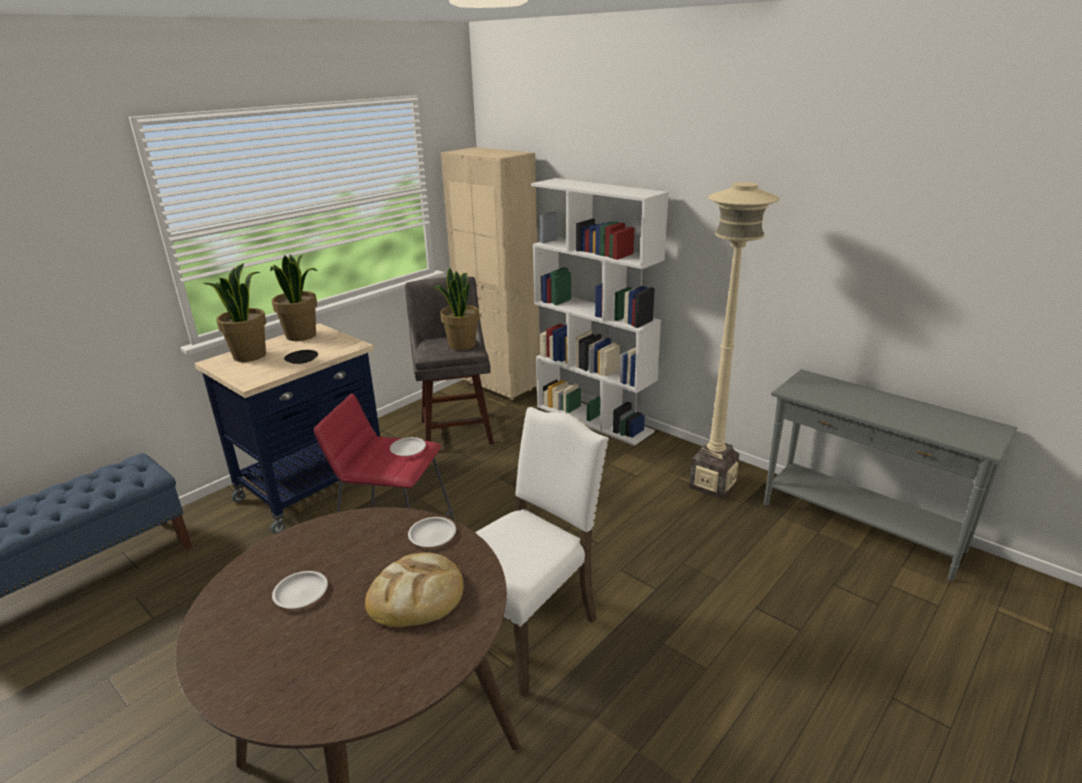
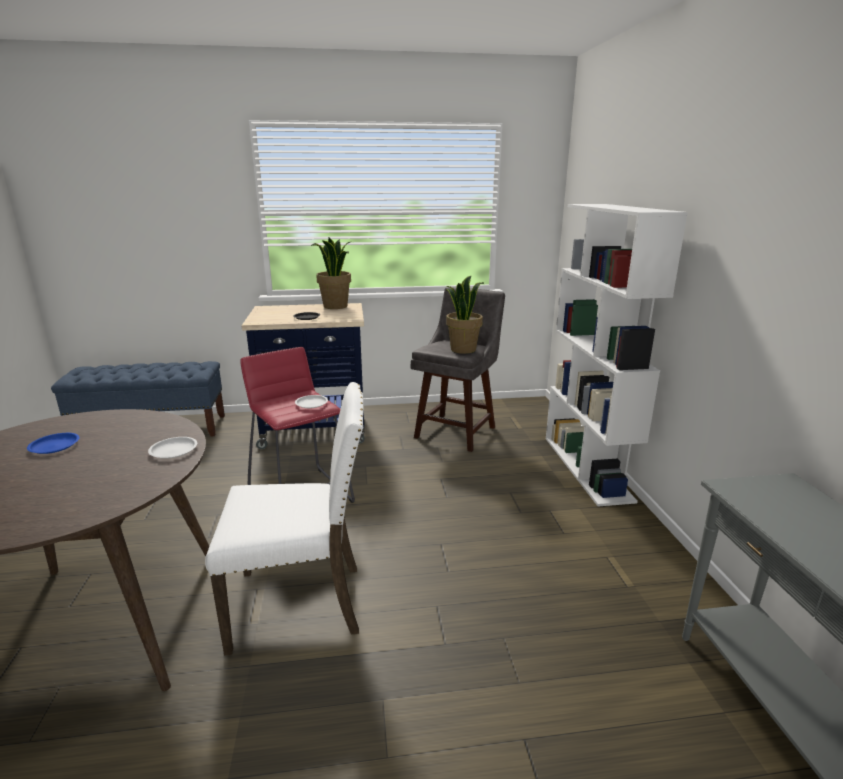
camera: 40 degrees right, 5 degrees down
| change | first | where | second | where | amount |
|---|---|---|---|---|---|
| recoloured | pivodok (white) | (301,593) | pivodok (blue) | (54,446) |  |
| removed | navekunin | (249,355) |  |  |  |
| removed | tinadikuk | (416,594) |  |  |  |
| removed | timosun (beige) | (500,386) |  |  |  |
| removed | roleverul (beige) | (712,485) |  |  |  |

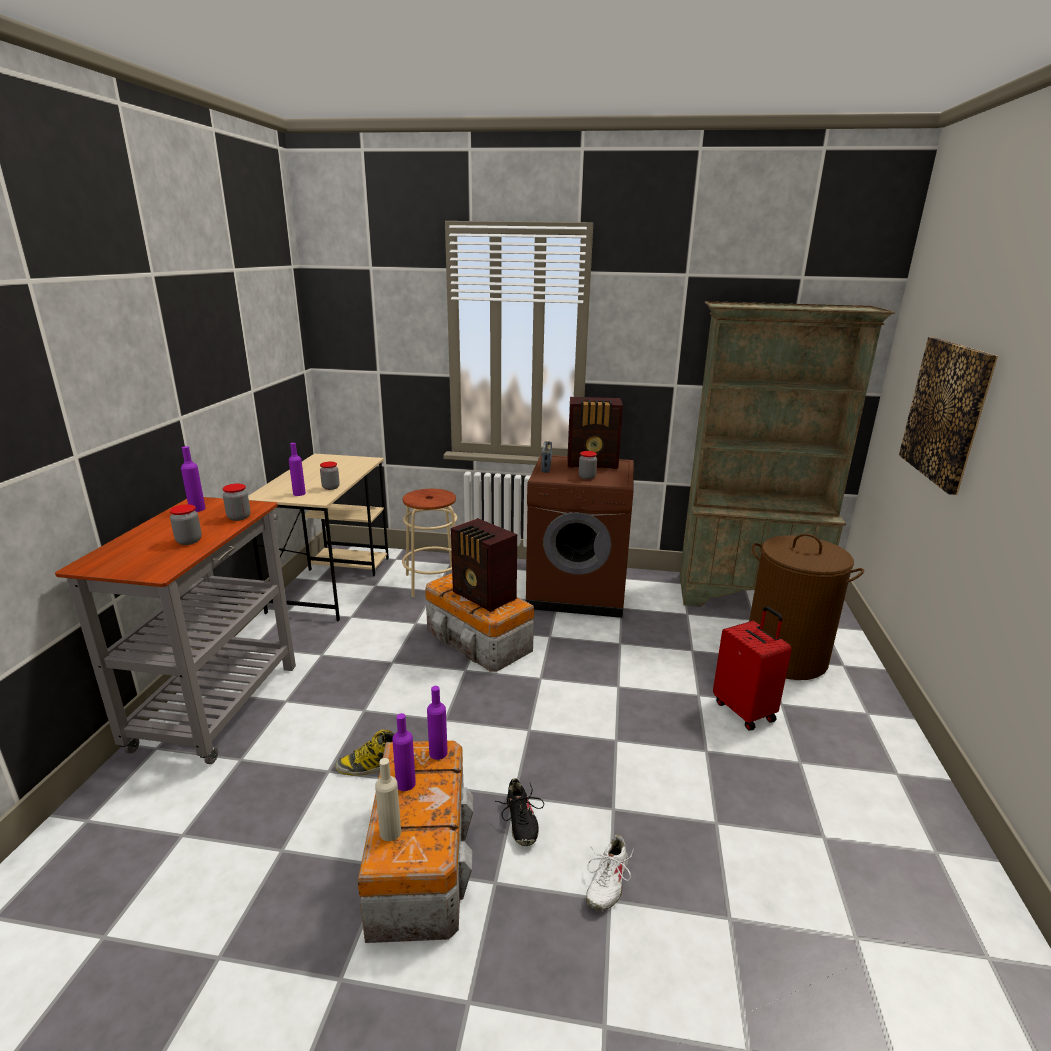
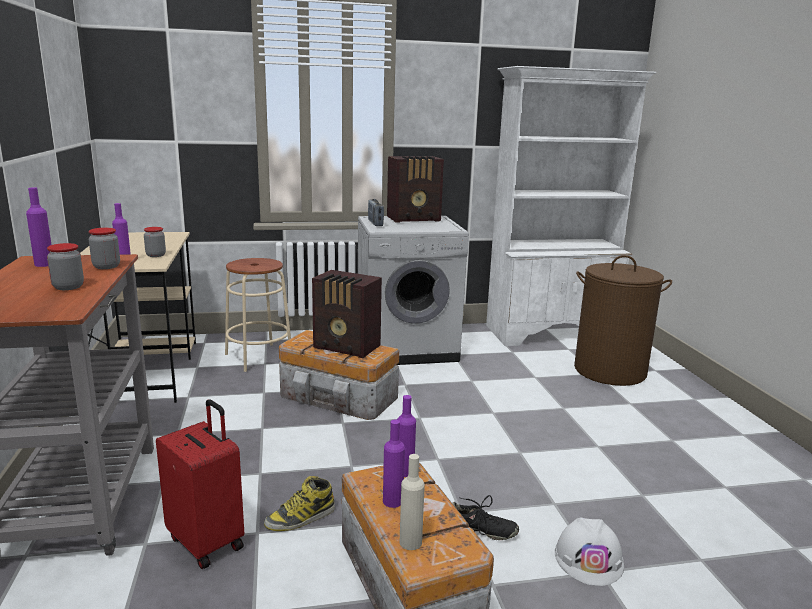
camera: 20 degrees left, 5 degrees down
| change | first | where | second | where | amount |
|---|---|---|---|---|---|
| moved | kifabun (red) | (745,710) |  | (208,541) |  |
| recoloured | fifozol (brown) | (577,594) | fifozol (white) | (407,349) |  |
| turned | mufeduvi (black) | (520,821) |  | (481,531) | 45 degrees counterclockwise |
| recoloured | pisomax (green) | (747,594) | pisomax (white) | (550,332) |  |
| replaced | mufeduvi (white) | (607,882) | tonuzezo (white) | (589,559) |  |
| removed | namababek | (587,477) |  |  |  |
| removed | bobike | (946,412) |  |  |  |

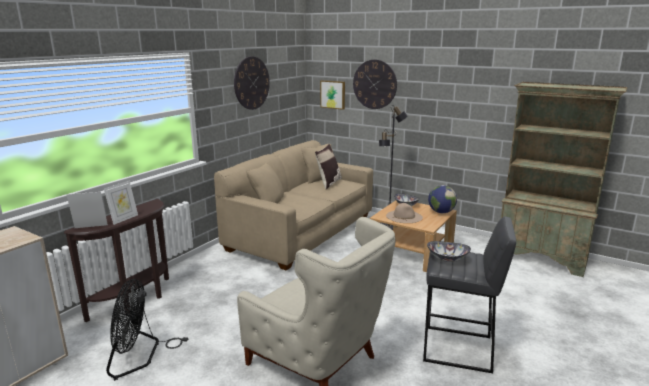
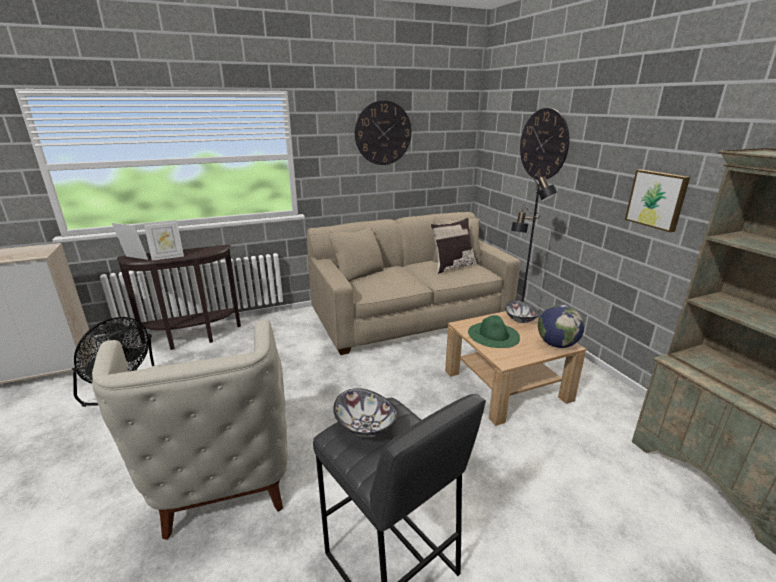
camera: 35 degrees right, 5 degrees up
| change | first | where | second | where | amount |
|---|---|---|---|---|---|
| recoloured | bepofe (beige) | (404,216) | bepofe (green) | (494,334) |  |
| moved | bobike | (333,94) |  | (657,199) |  |

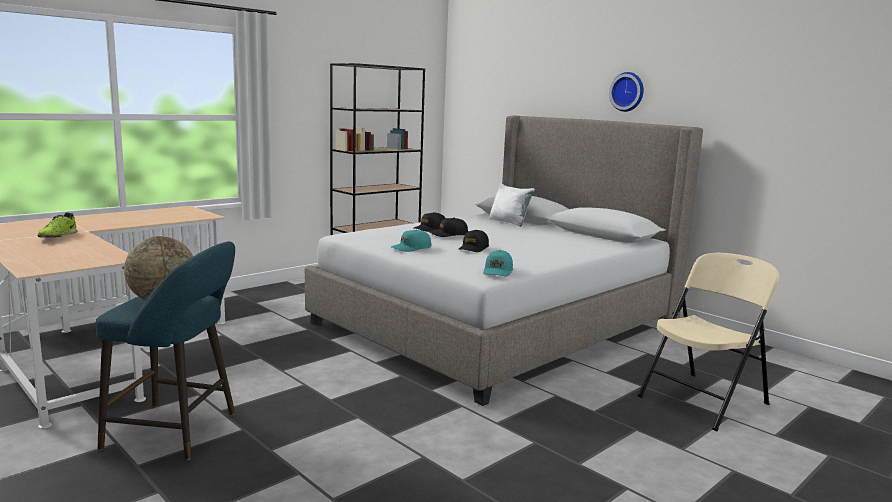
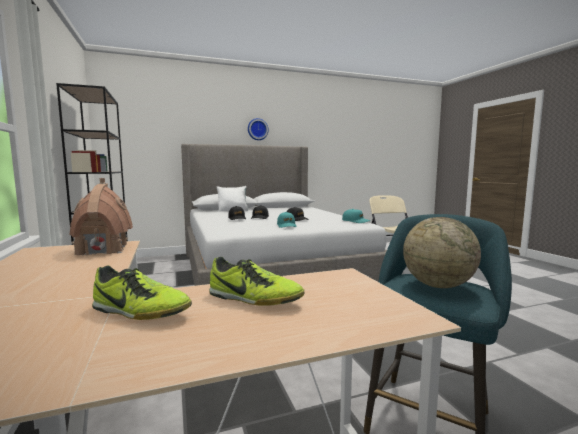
camera: 65 degrees left, 5 degrees down
| change | first | where | second | where | amount |
|---|---|---|---|---|---|
| added |  |  | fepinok | (102,249) |  |
| added |  |  | mufeduvi | (254,299) |  |

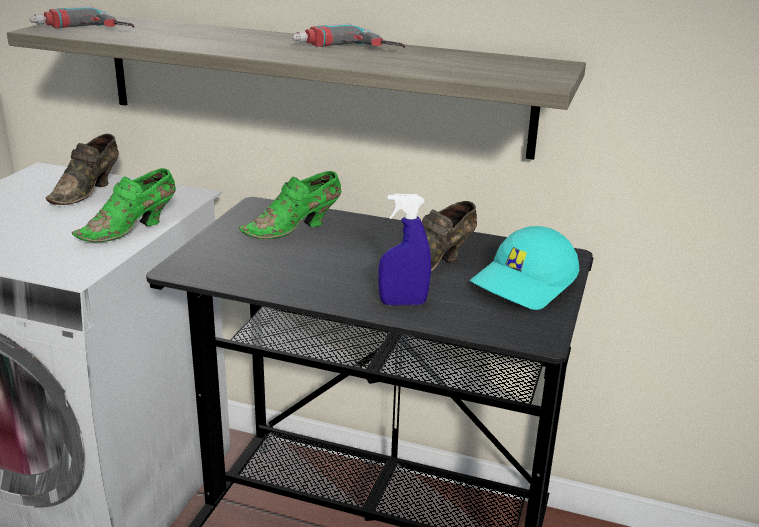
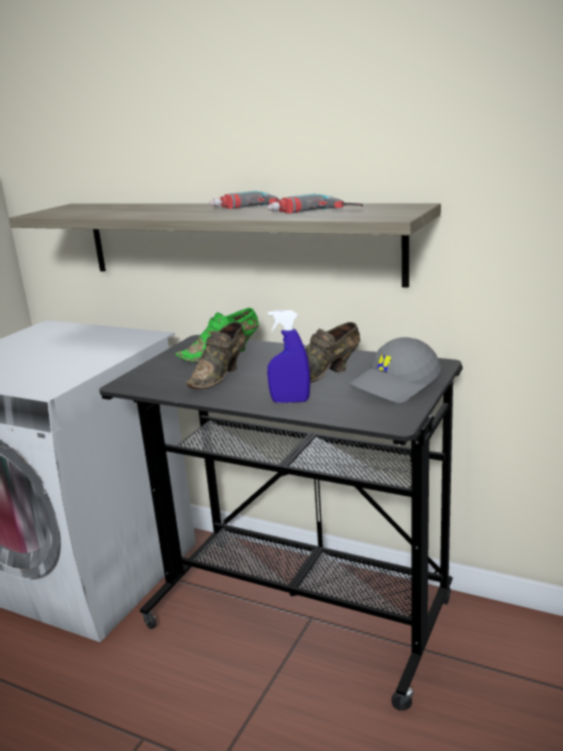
camera: 10 degrees right, 5 degrees down
| change | first | where | second | where | amount |
|---|---|---|---|---|---|
| moved | mufeduvi (brown) | (88,191) |  | (220,375) |  |
| moved | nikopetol | (81,30) |  | (313,213) |  |
| recoloured | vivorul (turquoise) | (525,284) | vivorul (grey) | (395,385) |  |
| removed | mufeduvi (green) | (132,229) |  |  |  |

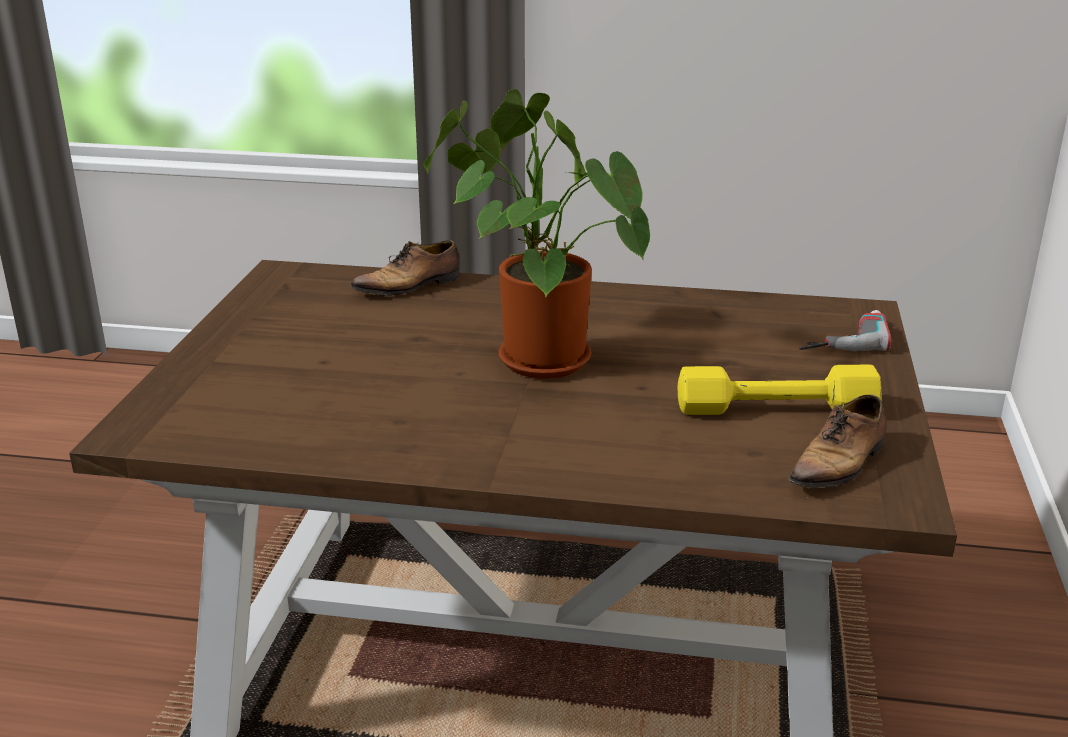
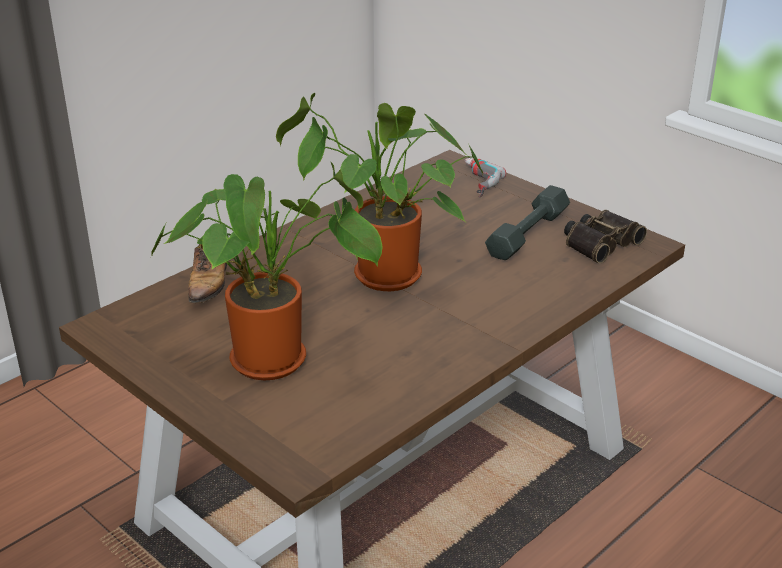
camera: 55 degrees left, 5 degrees up
| change | first | where | second | where | amount |
|---|---|---|---|---|---|
| added |  |  | navekunin | (277,359) |  |
| recoloured | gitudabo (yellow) | (776,409) | gitudabo (grey) | (528,233) |  |
| replaced | mufeduvi | (839,464) | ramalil | (599,242) |  |

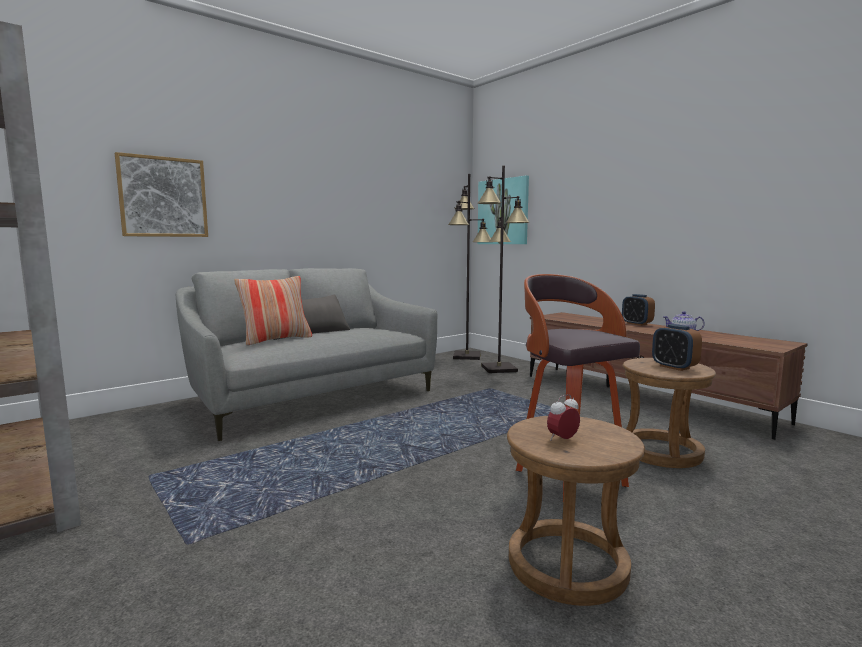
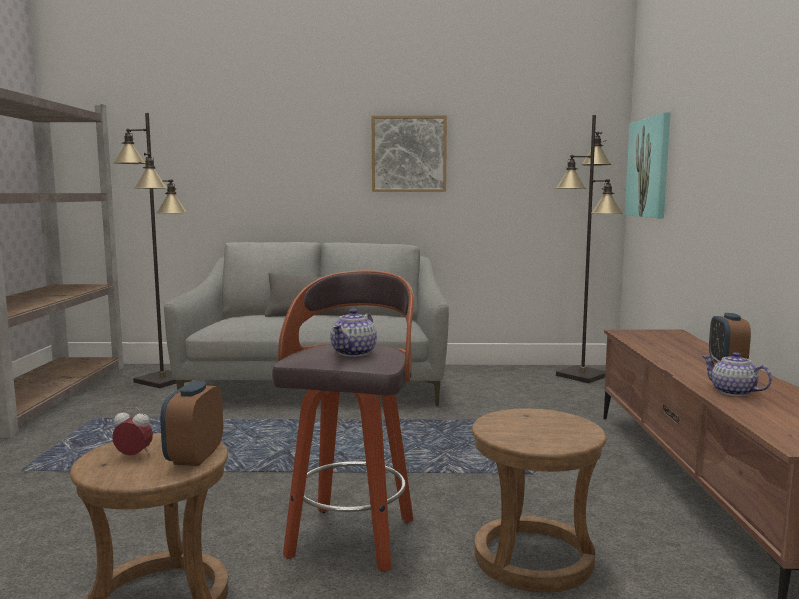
camera: 40 degrees right, 0 degrees up
| change | first | where | second | where | amount |
|---|---|---|---|---|---|
| moved | roleverul (black) | (498,368) |  | (162,380) |  |
| moved | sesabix | (674,367) |  | (194,457) |  |
| added |  |  | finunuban | (354,353) |  |
| moved | bobike | (163,197) |  | (409,154) |  |
| removed | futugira | (276,340) |  |  |  |

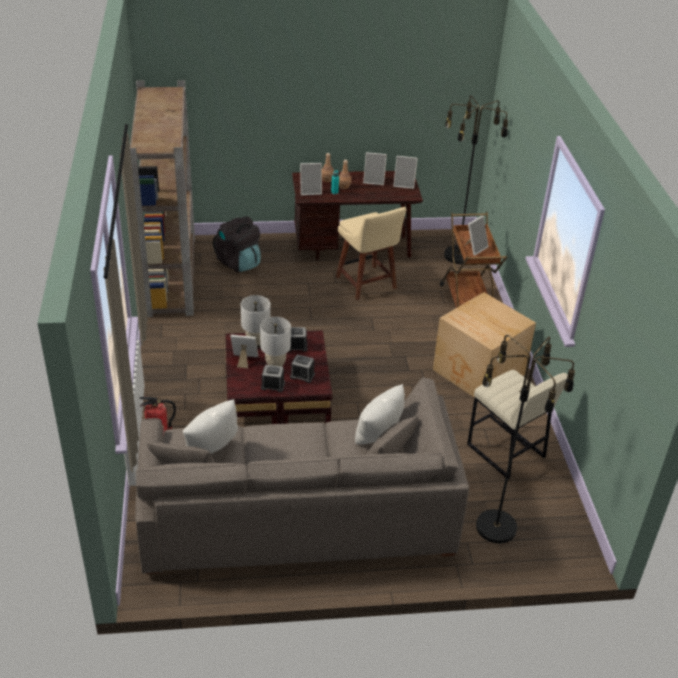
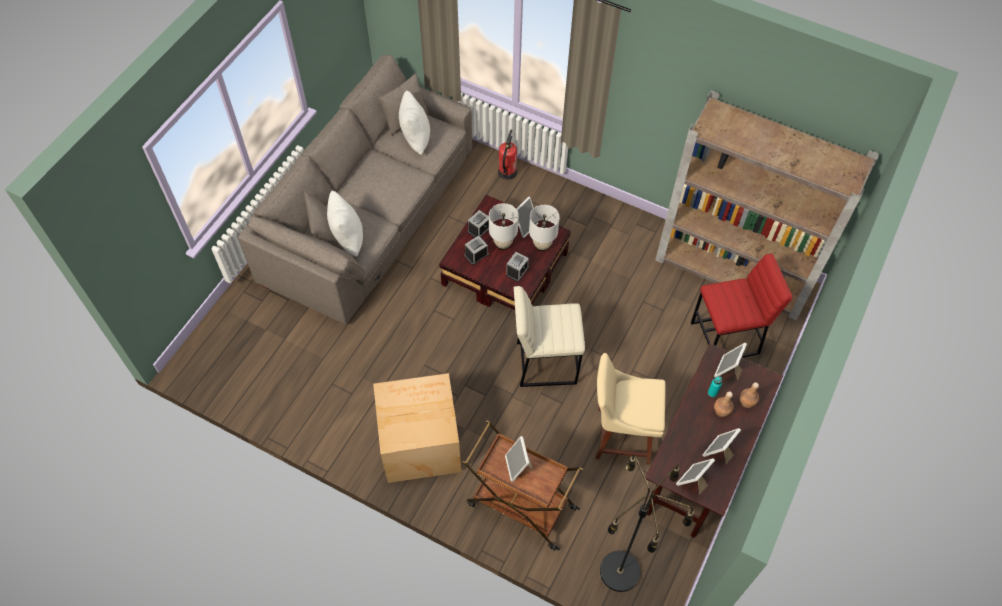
camera: 125 degrees right, 20 degrees up
| change | first | where | second | where | amount |
|---|---|---|---|---|---|
| moved | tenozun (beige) | (507,452) |  | (544,363) |  |
| replaced | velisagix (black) | (239,262) | tenozun (red) | (726,337) |  |
| removed | roleverul | (497,527) |  |  |  |

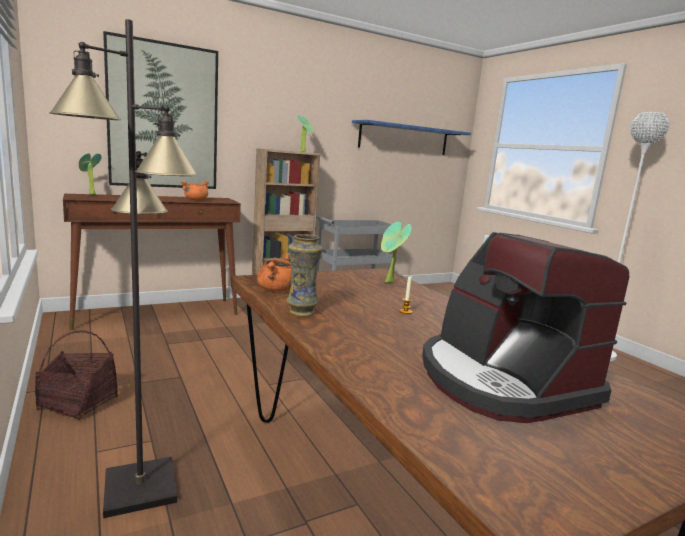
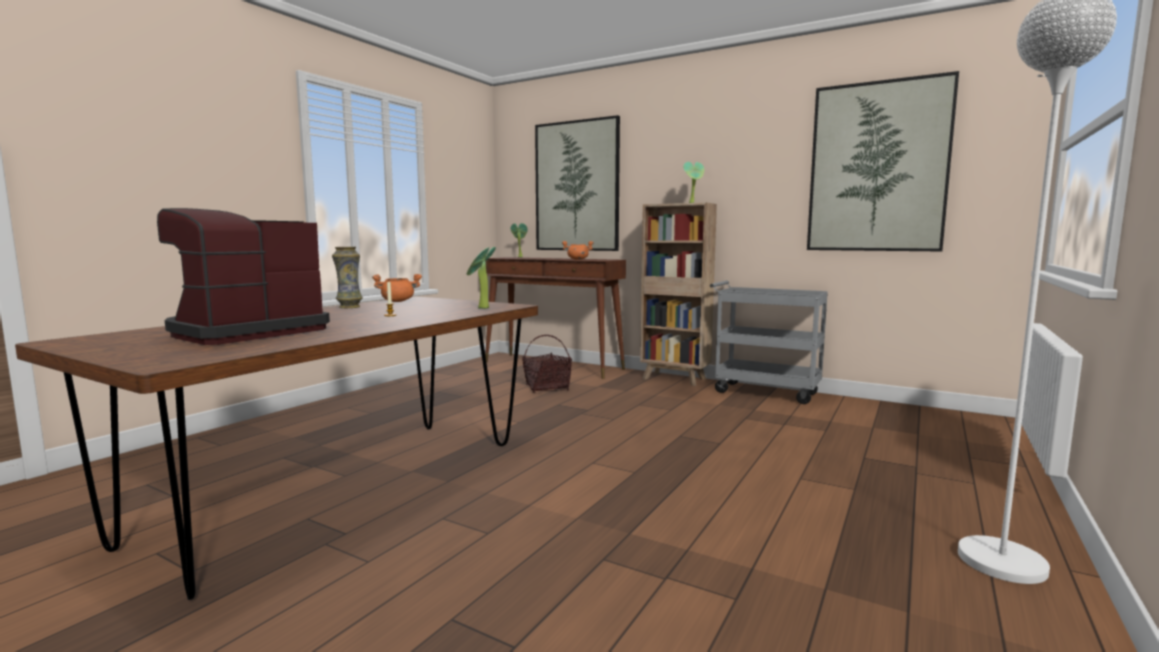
camera: 60 degrees right, 5 degrees down
| change | first | where | second | where | amount |
|---|---|---|---|---|---|
| moved | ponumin | (79,403) |  | (547,388) |  |
| replaced | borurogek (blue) | (404,139) | bobike | (877,167) |  |
| removed | roleverul (black) | (139,487) |  |  |  |

